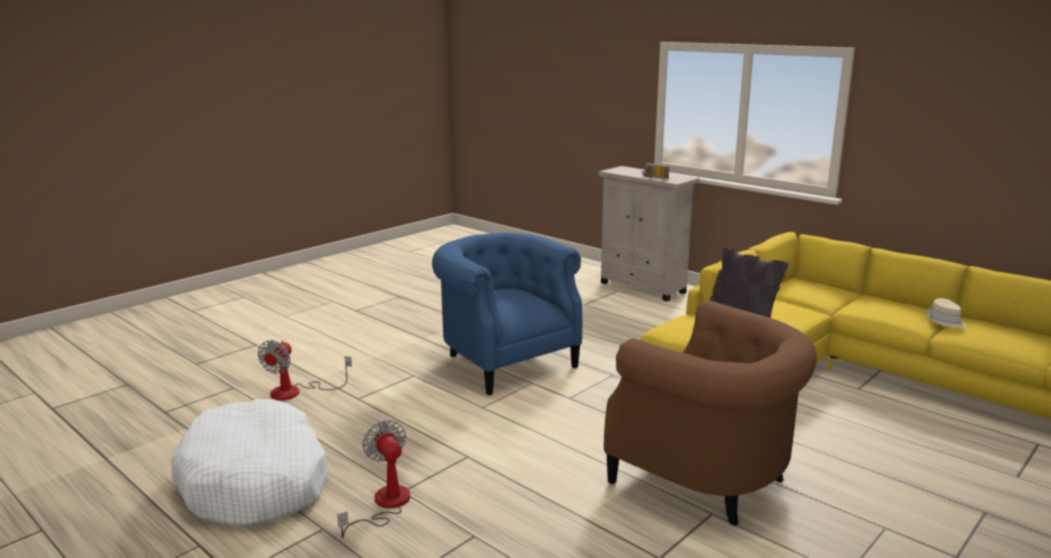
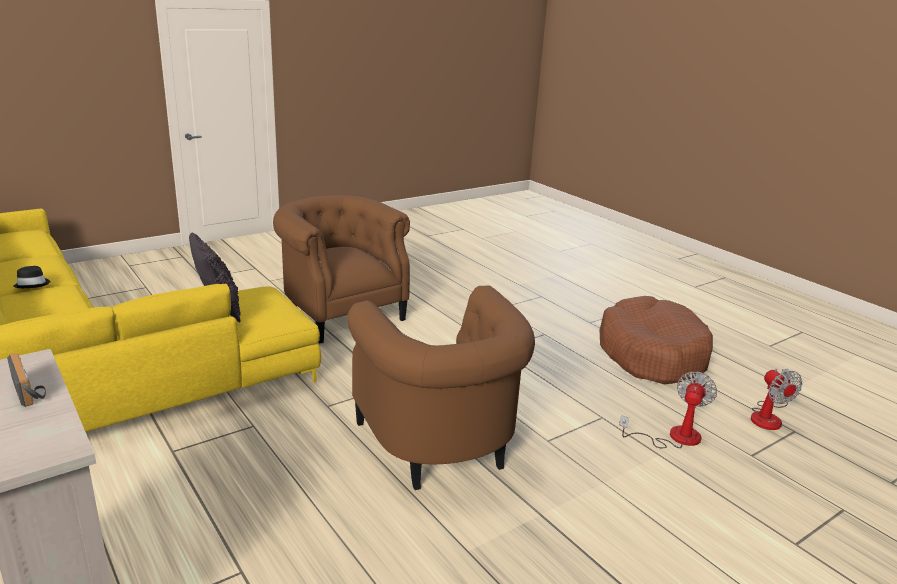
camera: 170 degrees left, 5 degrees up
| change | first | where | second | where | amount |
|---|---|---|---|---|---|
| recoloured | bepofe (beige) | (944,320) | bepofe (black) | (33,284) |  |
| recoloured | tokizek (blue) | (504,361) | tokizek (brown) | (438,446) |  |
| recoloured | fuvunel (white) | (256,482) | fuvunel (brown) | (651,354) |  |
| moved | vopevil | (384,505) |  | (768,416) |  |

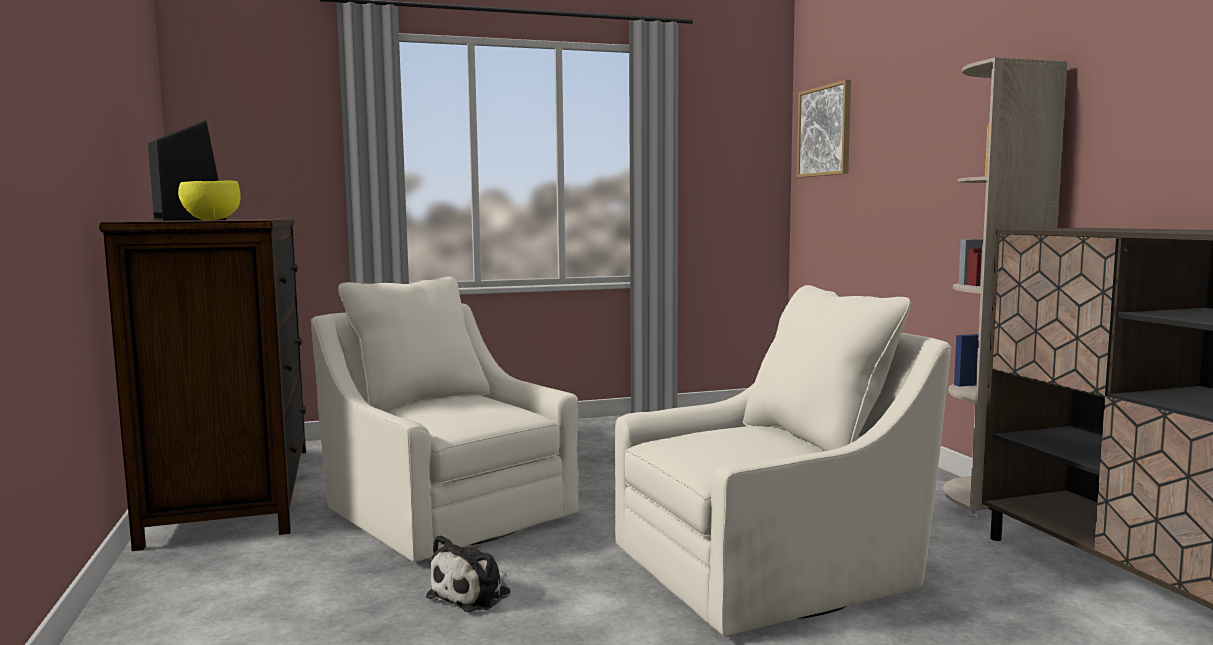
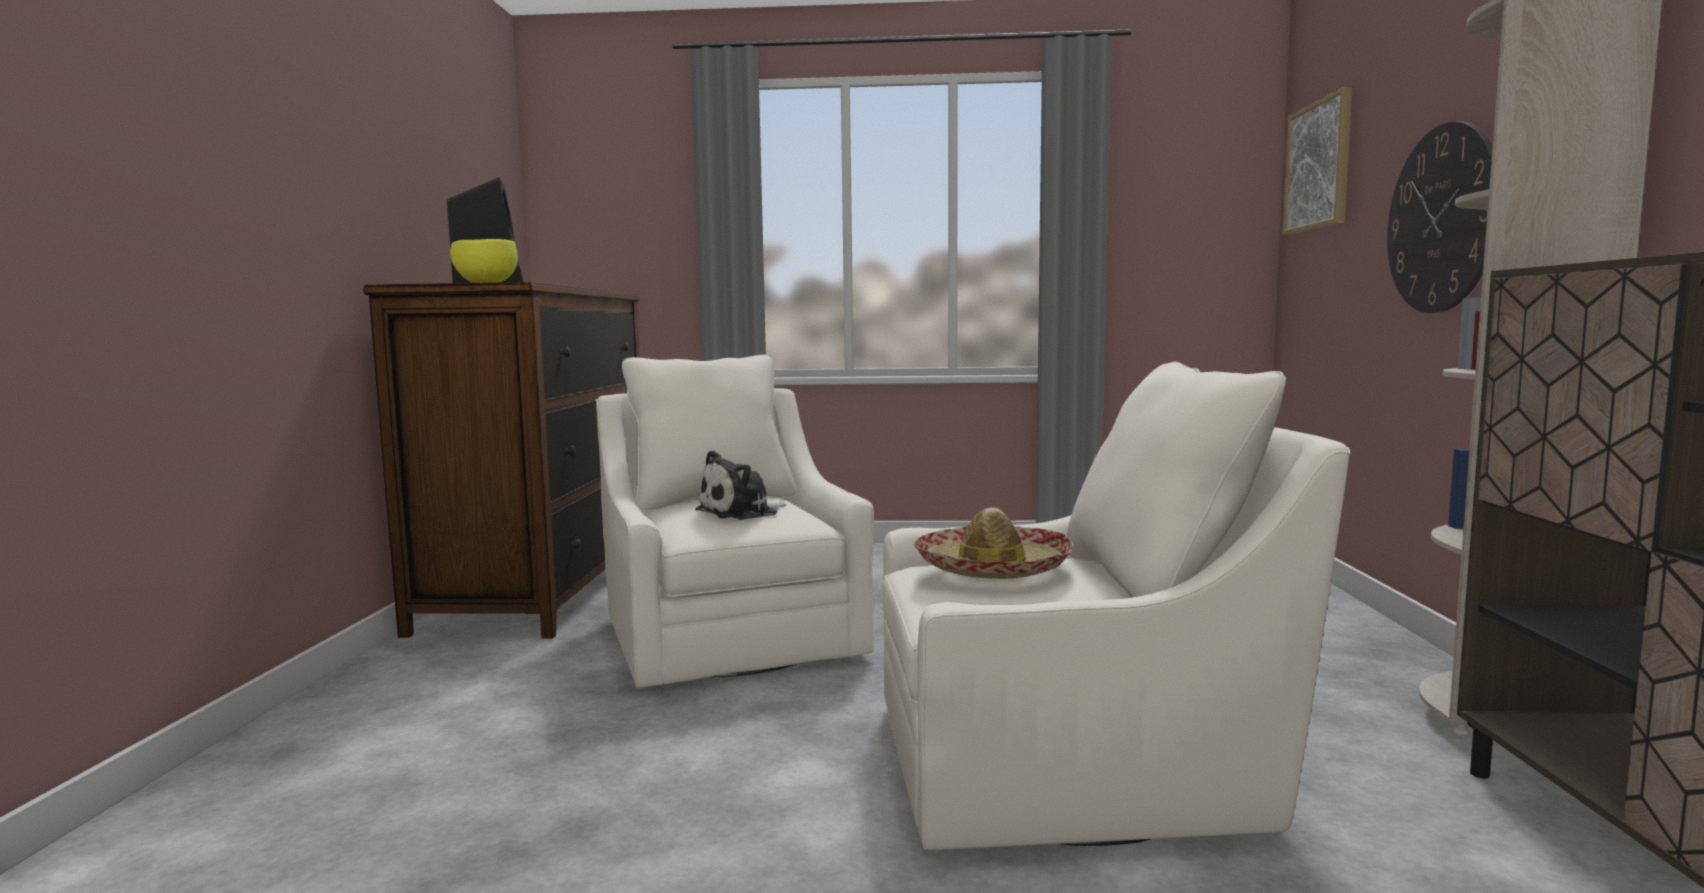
camera: 20 degrees right, 0 degrees up
| change | first | where | second | where | amount |
|---|---|---|---|---|---|
| moved | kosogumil | (473,594) |  | (741,513) |  |
| added |  |  | bepofe | (992,568) |  |
| added |  |  | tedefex | (1442,219) |  |

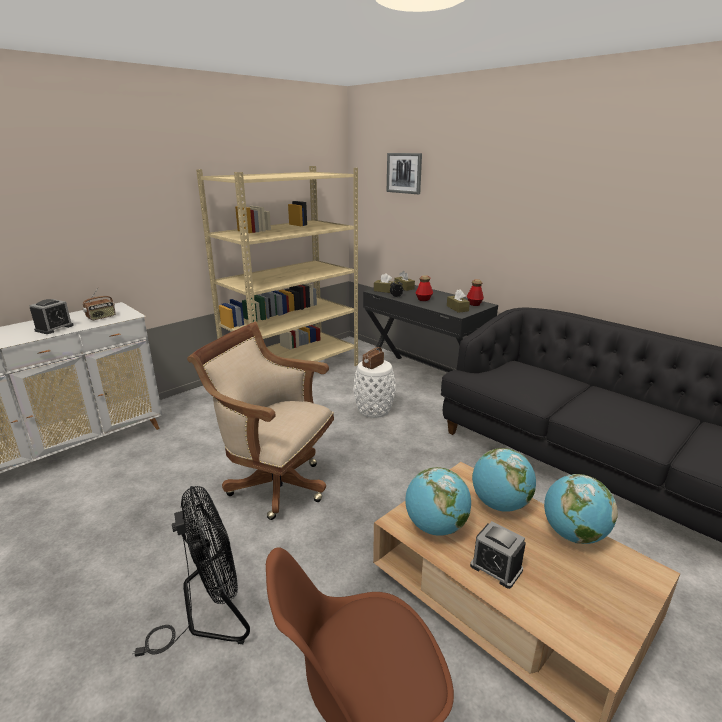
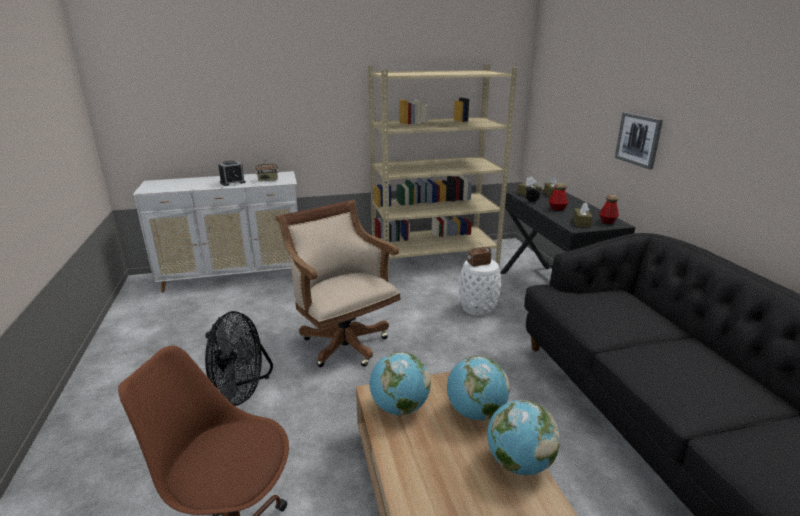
camera: 30 degrees right, 0 degrees up
| change | first | where | second | where | amount |
|---|---|---|---|---|---|
| moved | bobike | (404,173) |  | (638,139) |  |
| removed | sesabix | (496,568) |  |  |  |

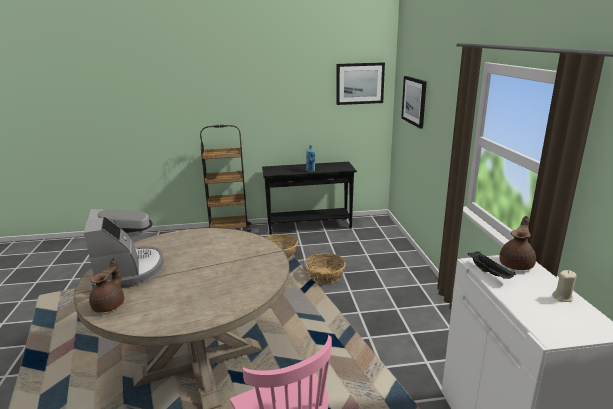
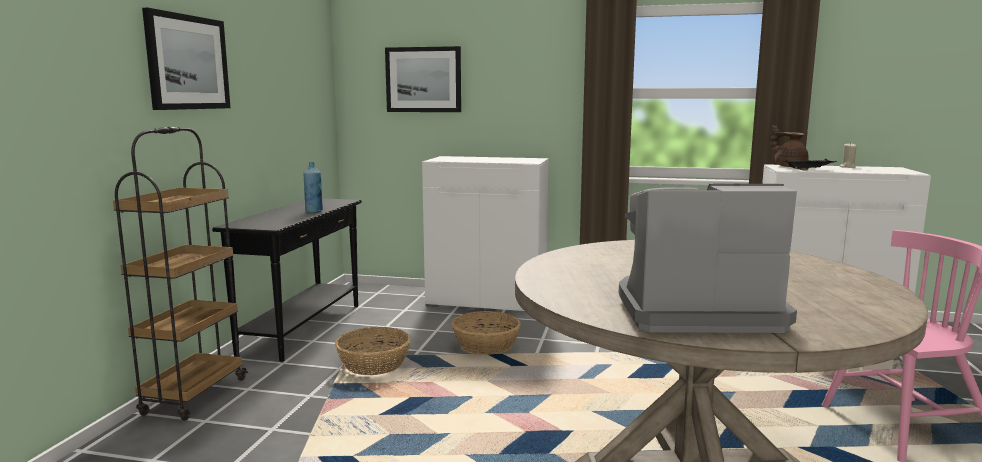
camera: 70 degrees left, 10 degrees down
| change | first | where | second | where | amount |
|---|---|---|---|---|---|
| moved | bobike | (360,83) |  | (187,62) |  |
| added |  |  | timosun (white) | (487,301) |  |
| removed | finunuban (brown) | (110,305) |  |  |  |

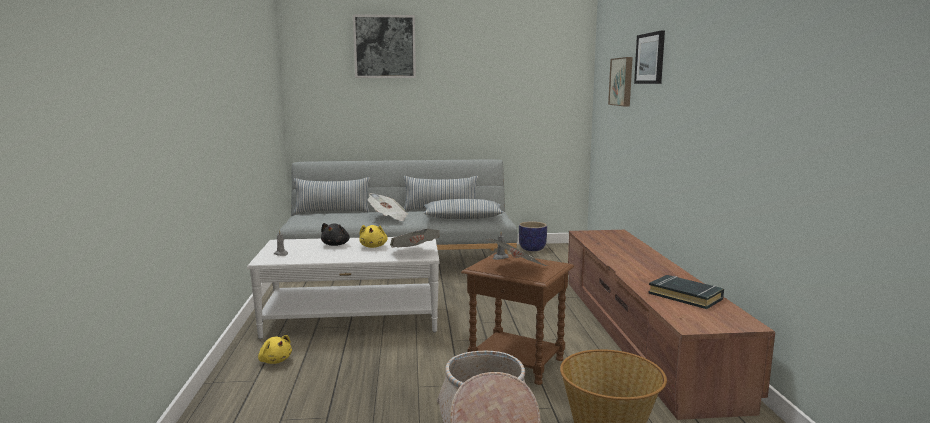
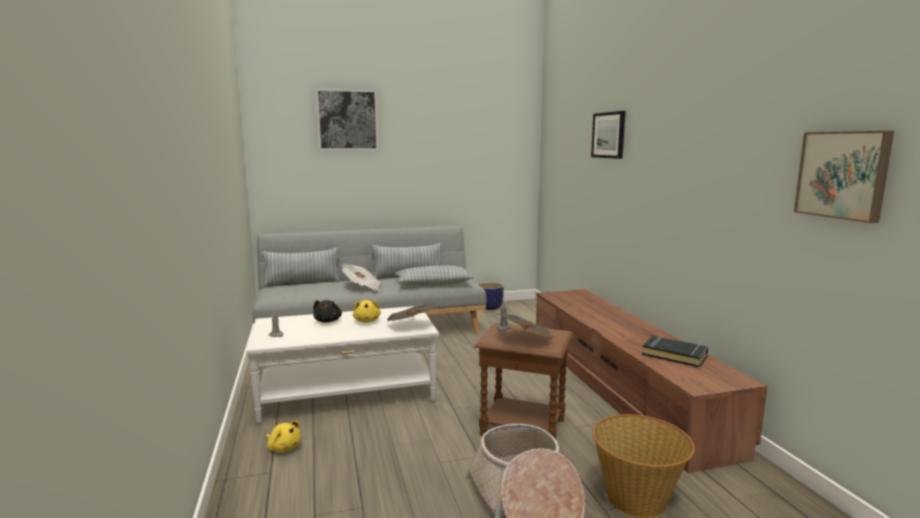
camera: 10 degrees left, 0 degrees up
| change | first | where | second | where | amount |
|---|---|---|---|---|---|
| moved | bobike | (622,81) |  | (843,175) |  |

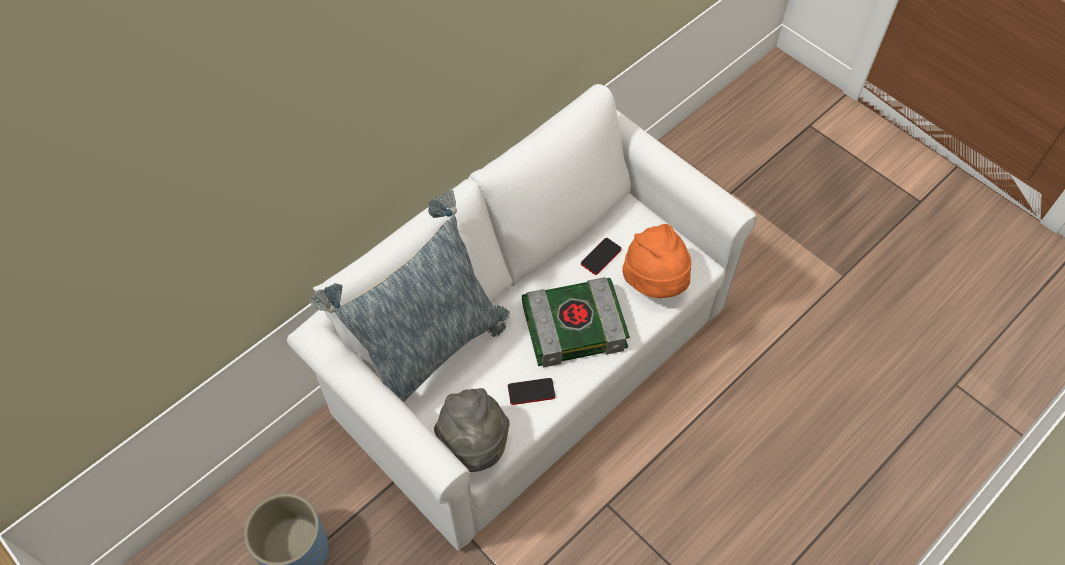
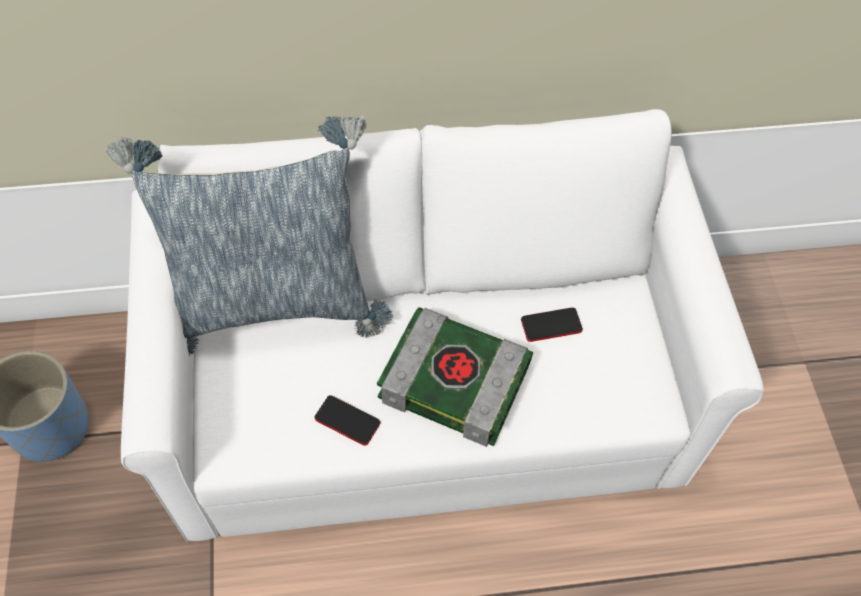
camera: 35 degrees right, 0 degrees up
| change | first | where | second | where | amount |
|---|---|---|---|---|---|
| removed | bepofe (grey) | (474,445) |  |  |  |
| removed | bepofe (orange) | (655,281) |  |  |  |

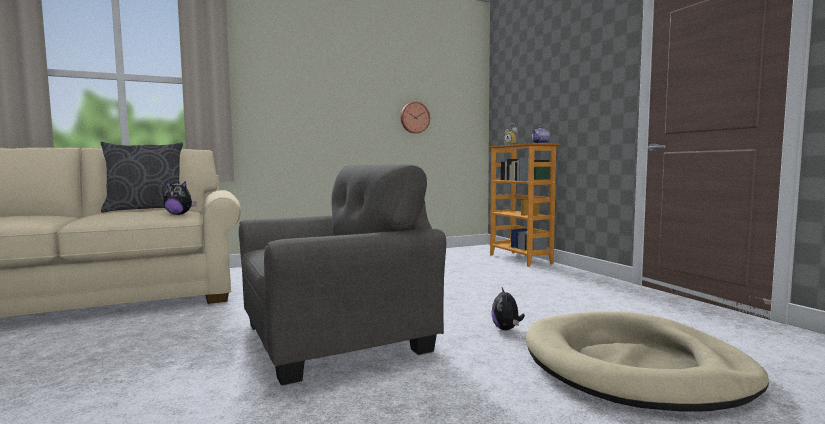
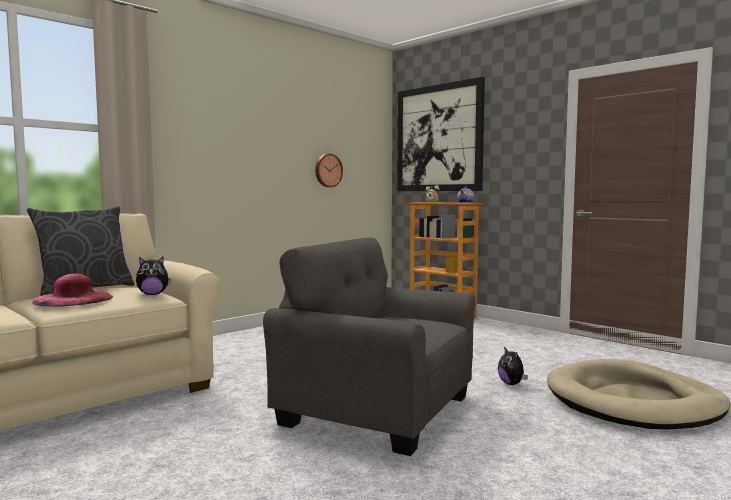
camera: 20 degrees left, 0 degrees up
| change | first | where | second | where | amount |
|---|---|---|---|---|---|
| added |  |  | bepofe (pink) | (73,299) |  |
| turned | tokizek (grey) | (334,337) |  | (377,410) | 105 degrees counterclockwise |
| added |  |  | bobike | (439,138) |  |

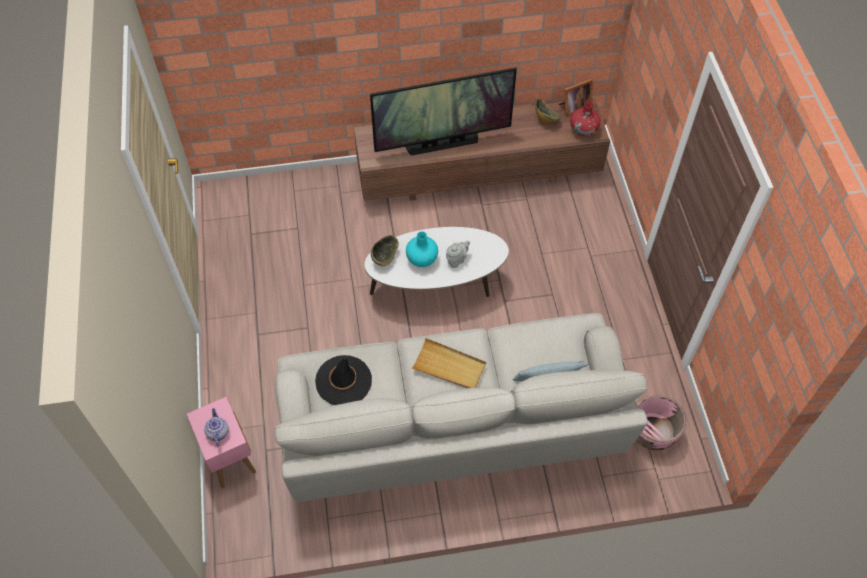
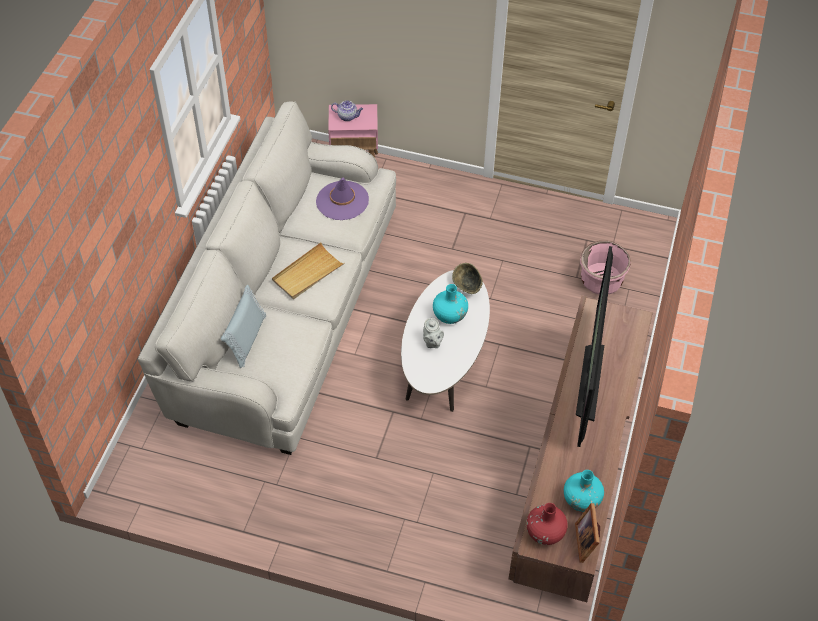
camera: 115 degrees right, 5 degrees down
| change | first | where | second | where | amount |
|---|---|---|---|---|---|
| recoloured | bepofe (black) | (343,381) | bepofe (purple) | (342,201) |  |
| replaced | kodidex | (545,119) | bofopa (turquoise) | (581,500) |  |
| moved | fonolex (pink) | (652,432) |  | (601,281) |  |

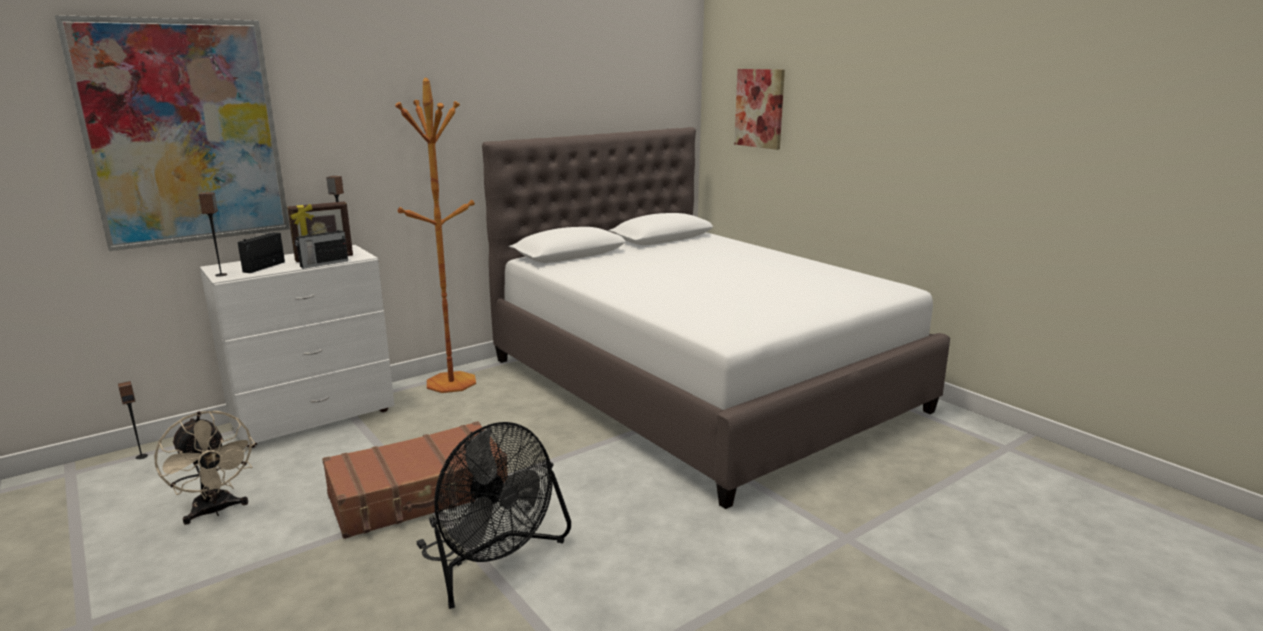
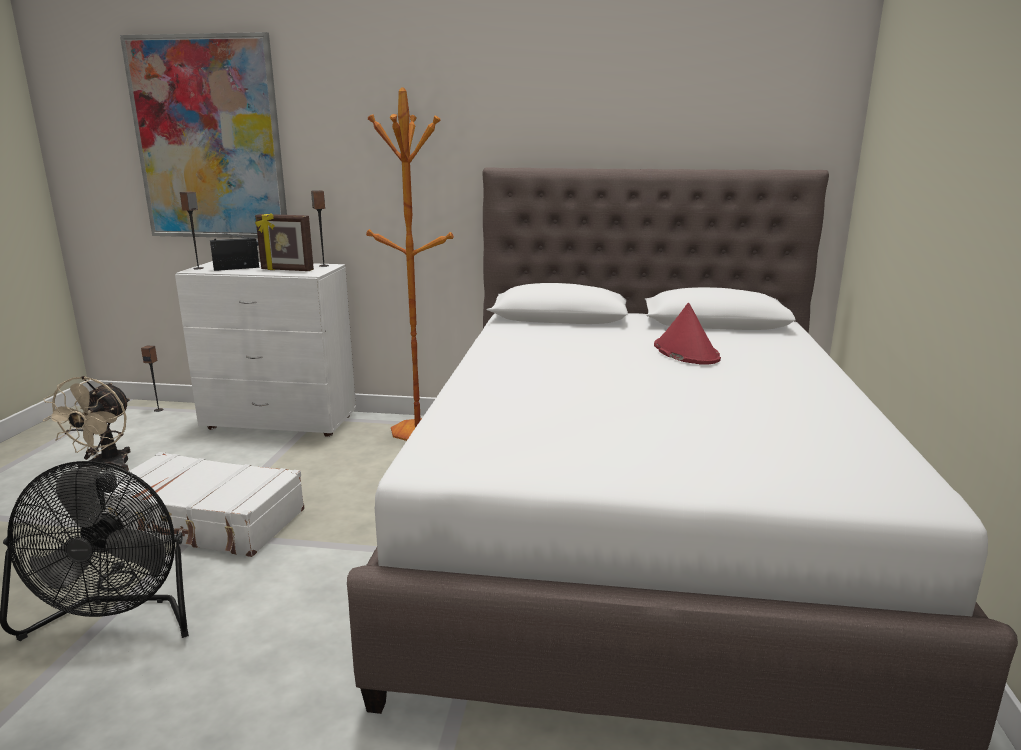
camera: 45 degrees right, 0 degrees up
| change | first | where | second | where | amount |
|---|---|---|---|---|---|
| recoloured | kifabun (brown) | (419,494) | kifabun (white) | (205,521) |  |
| added |  |  | bepofe (red) | (685,352) |  |
| removed | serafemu | (323,264) |  |  |  |
| removed | bobike | (759,108) |  |  |  |

